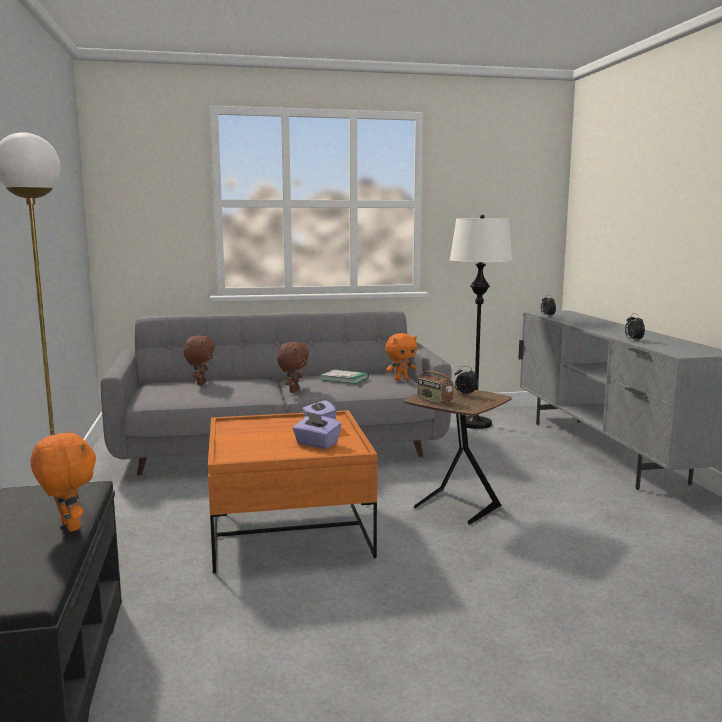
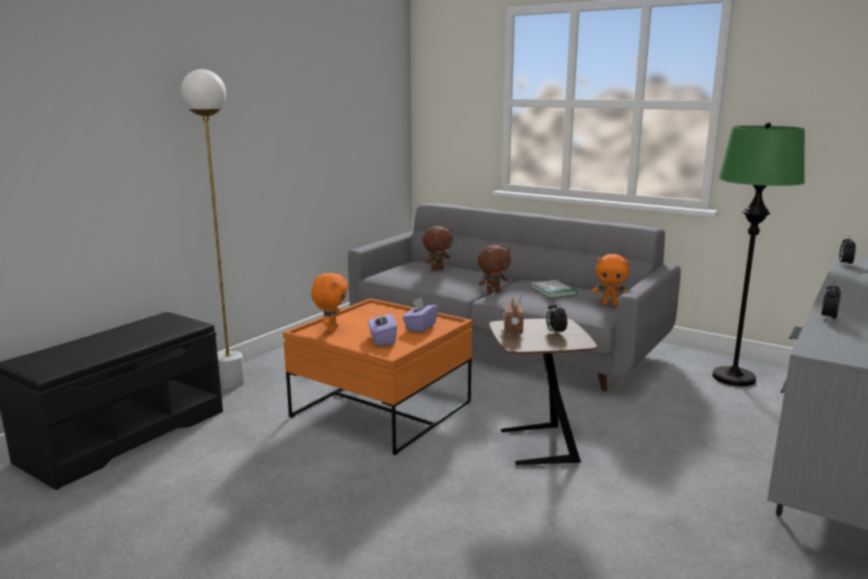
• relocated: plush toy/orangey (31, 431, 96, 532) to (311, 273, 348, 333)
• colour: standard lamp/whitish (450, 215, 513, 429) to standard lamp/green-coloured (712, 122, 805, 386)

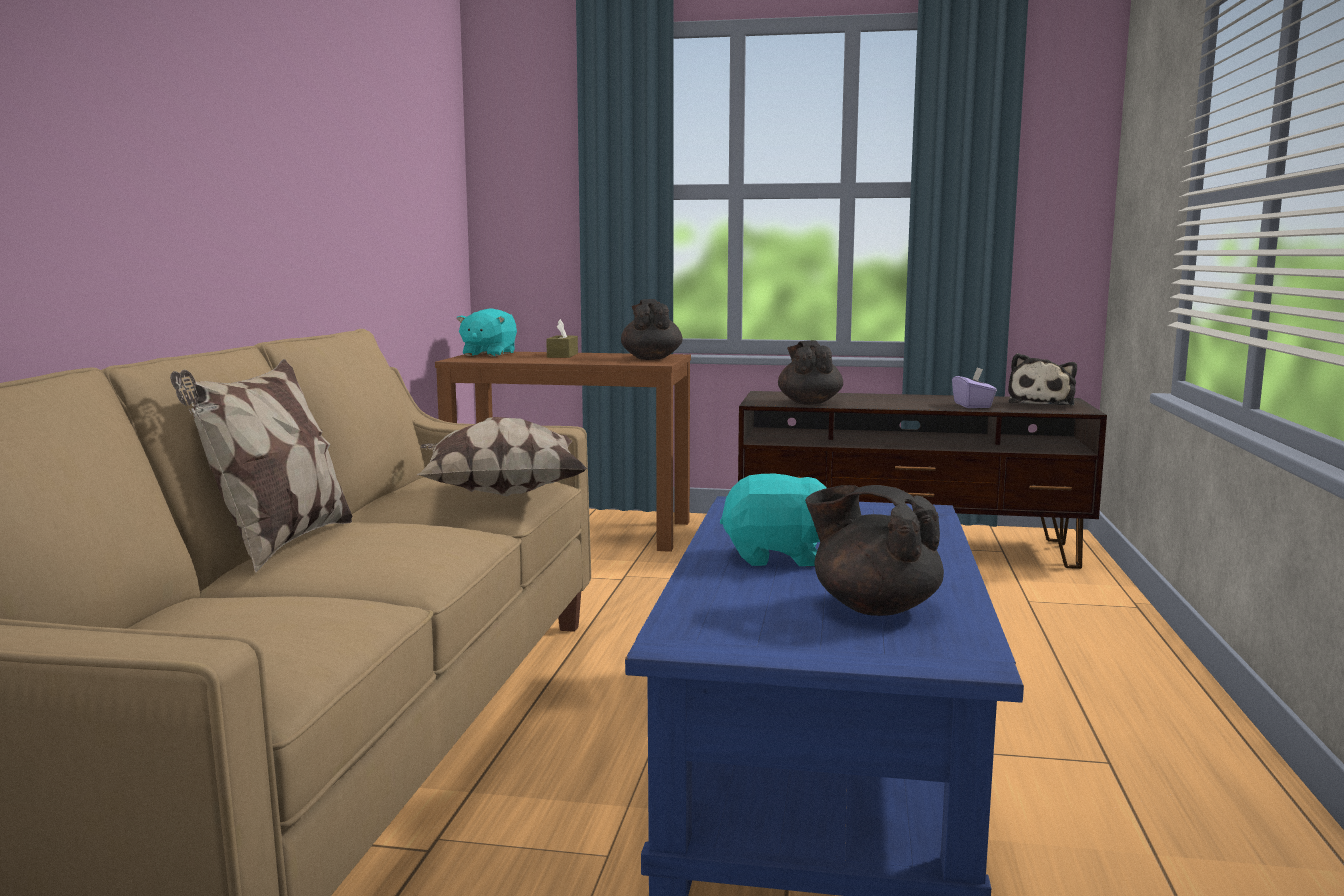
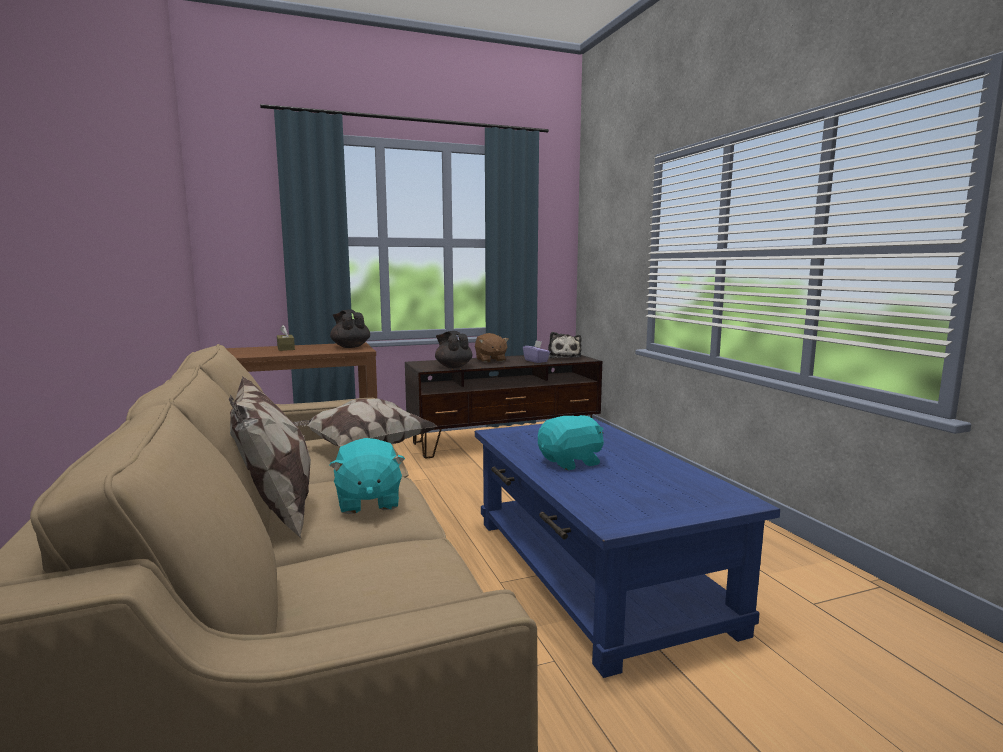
• relocated: plush toy/turquoise (456, 308, 517, 357) to (329, 438, 405, 514)
• appeared: plush toy/brown (475, 333, 509, 363)
• missing: teapot/black (805, 485, 944, 616)

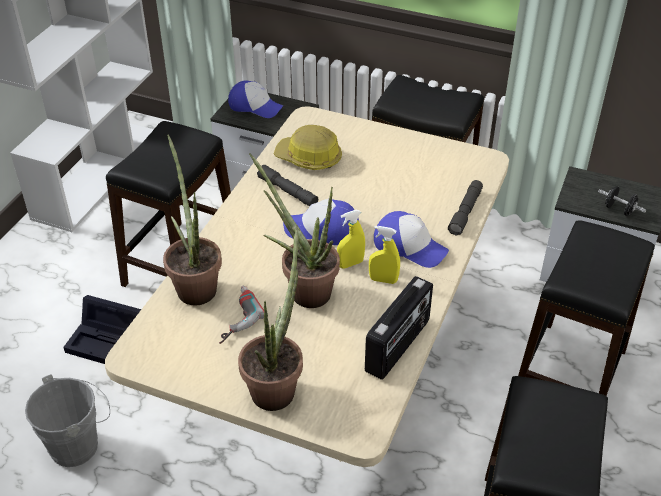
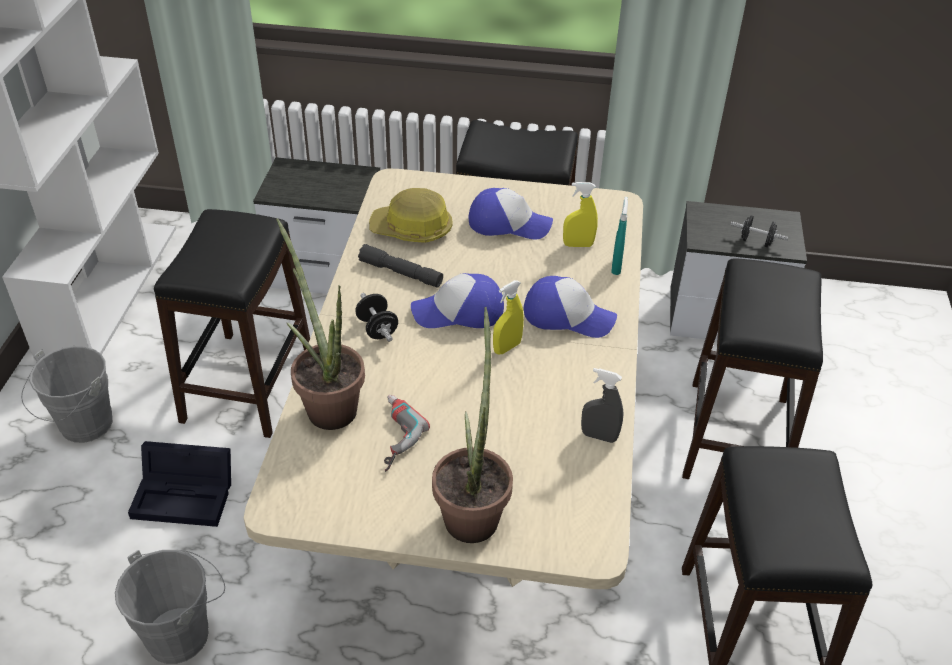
• appeared: bucket/greyish (21, 346, 113, 443)
• appeared: hand weight/black (355, 293, 398, 342)
• relocated: baseball cap (228, 81, 283, 118) to (469, 188, 553, 239)
• relocated: hand sprayer/yellow (369, 226, 400, 284) to (563, 182, 598, 247)
• exchanged: radio receiver (365, 276, 433, 380) to hand sprayer/greyish (581, 368, 623, 443)
• exchanged: torch/greyish (448, 180, 483, 236) to hand sprayer/turquoise (611, 197, 628, 275)
• missing: plant in a pot (249, 153, 340, 308)

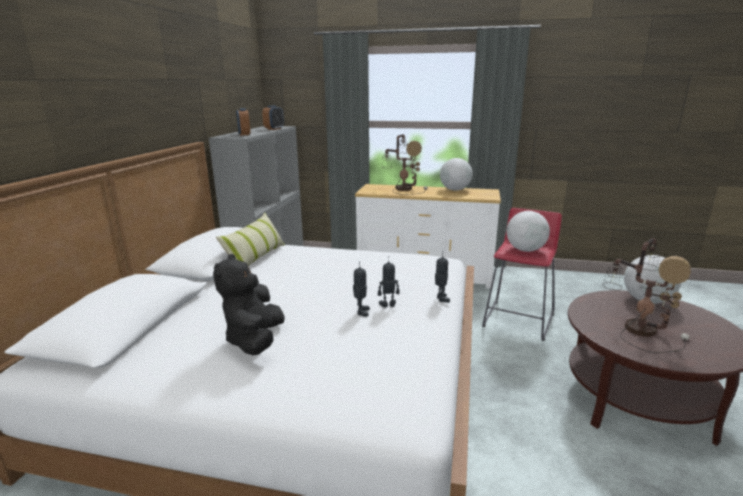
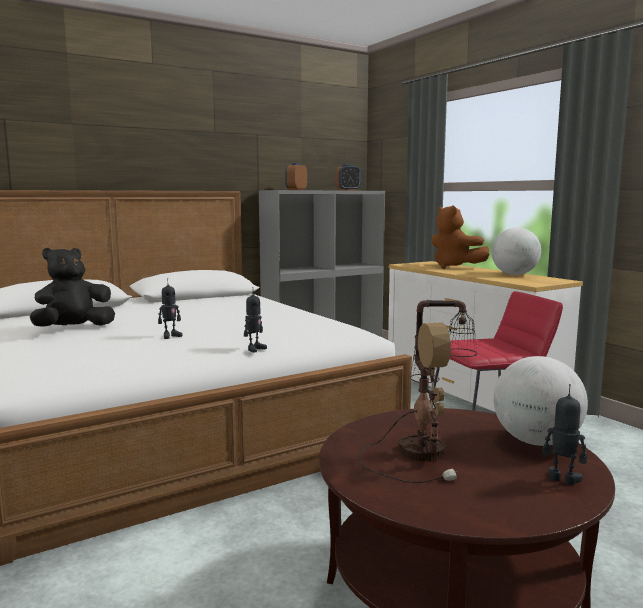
• exchanged: table lamp (381, 134, 428, 195) to plush toy/brown (431, 205, 489, 269)
• relocated: toy robot (378, 261, 400, 307) to (542, 384, 587, 485)
• missing: pillow (216, 213, 285, 266)
• missing: globe (507, 211, 550, 252)

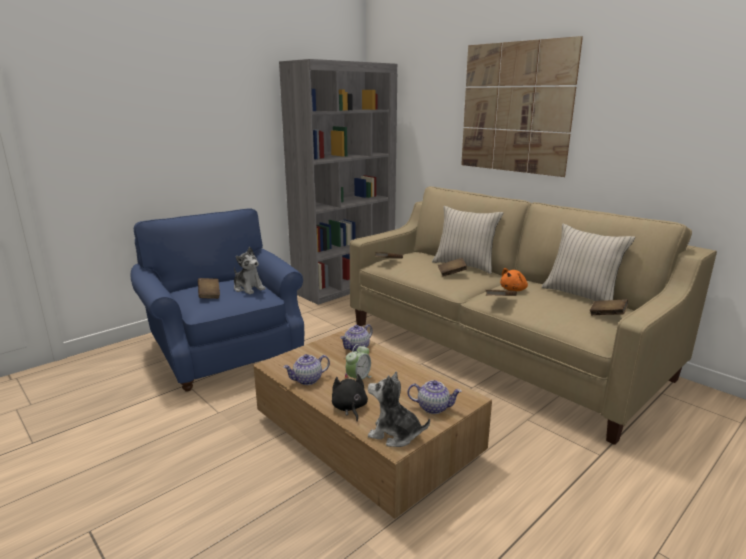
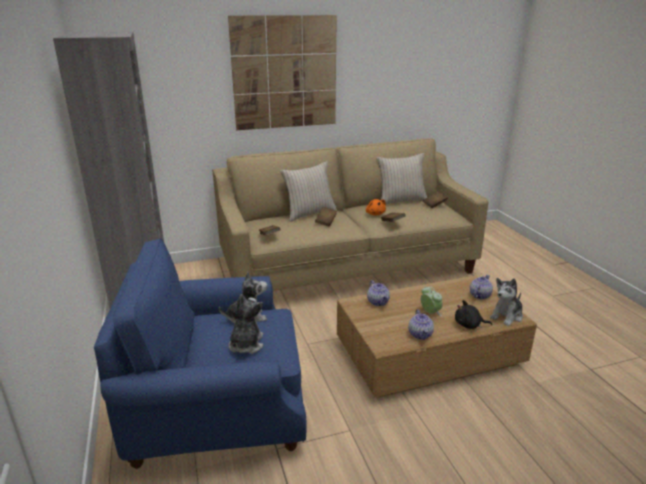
• exchanged: bound book/brown (198, 278, 220, 299) to plush toy (229, 294, 263, 354)

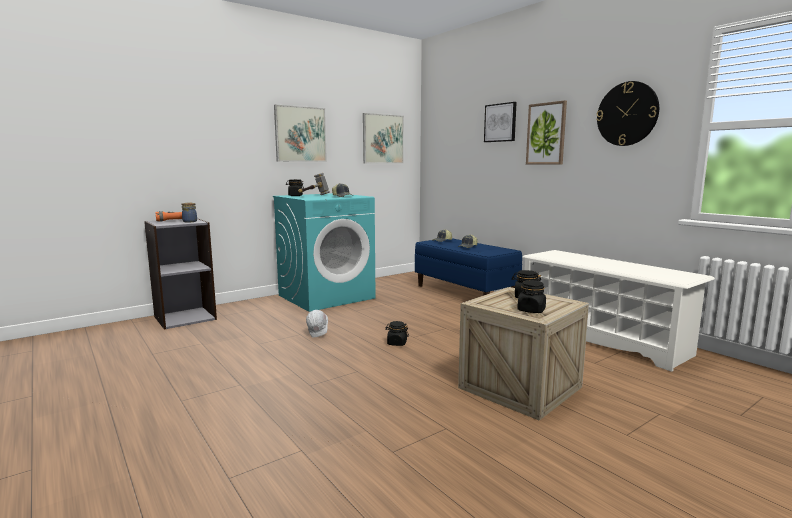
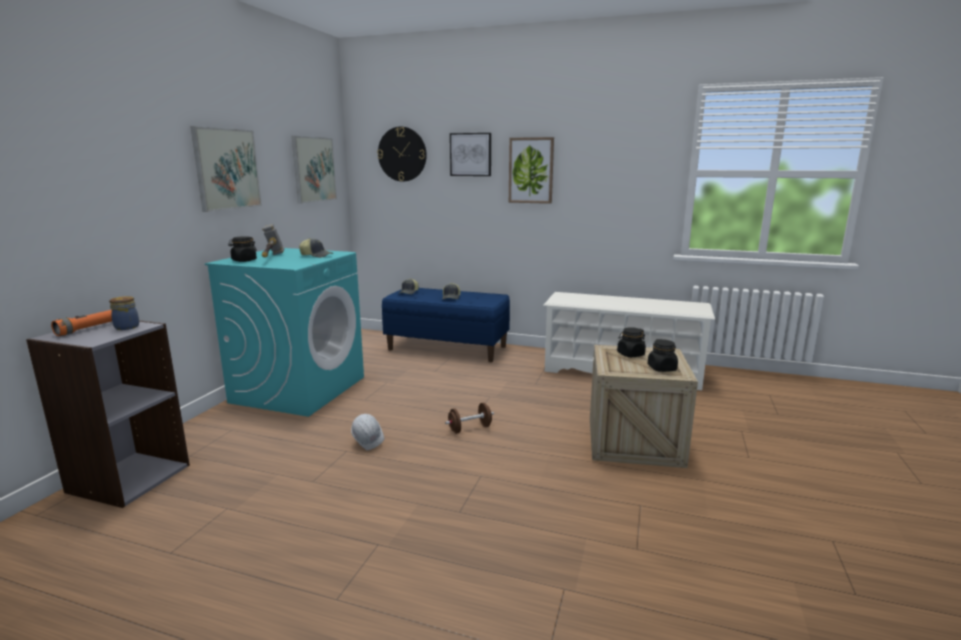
• relocated: clock on the wall (596, 81, 659, 146) to (377, 127, 427, 182)
• exchanged: jar/black (385, 321, 409, 346) to hand weight/brown (445, 403, 494, 434)

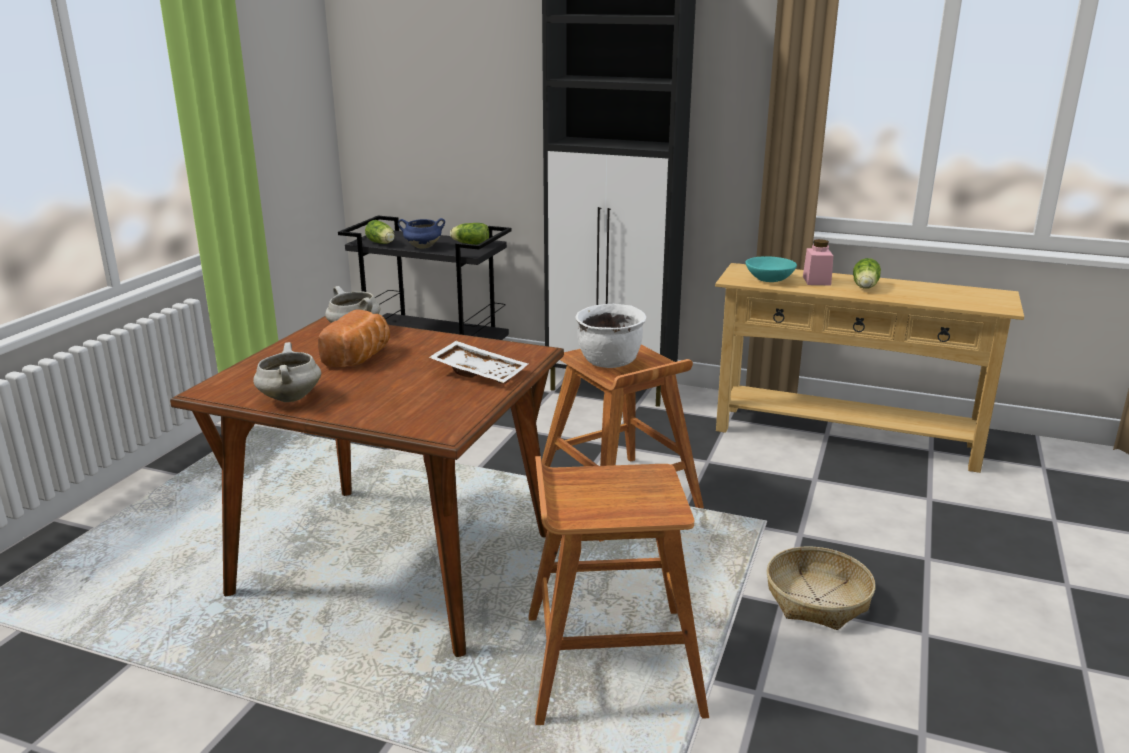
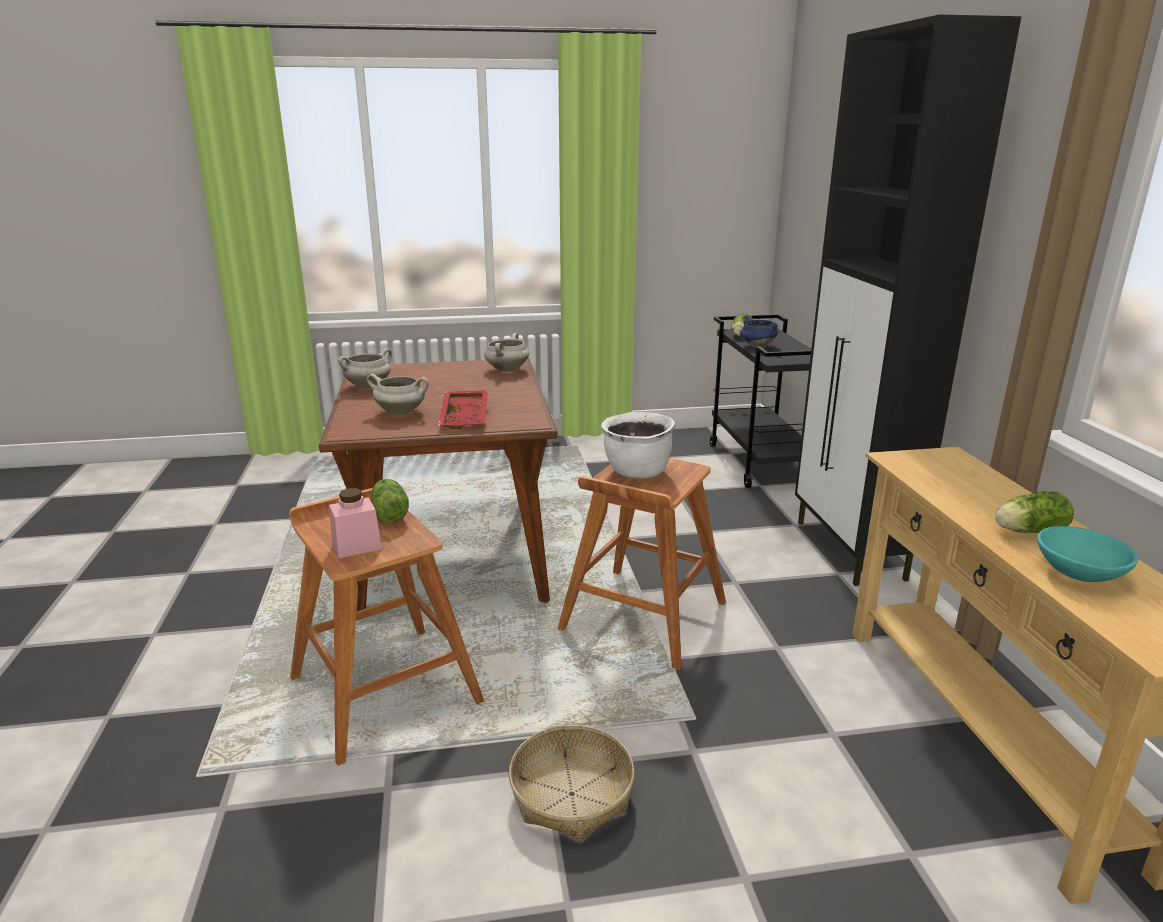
• relocated: jar/pink (803, 239, 833, 285) to (329, 488, 382, 558)
• appeared: cooking pot/whitish (367, 374, 429, 415)
• relocated: head of lettuce (450, 223, 489, 245) to (371, 479, 409, 523)
• colour: tray/whitish (428, 341, 528, 384) to tray/red-coloured (438, 390, 488, 430)
• relocated: serving bowl/turquoise (745, 256, 797, 282) to (1037, 526, 1138, 582)
• missing: bakery bread (318, 309, 390, 367)

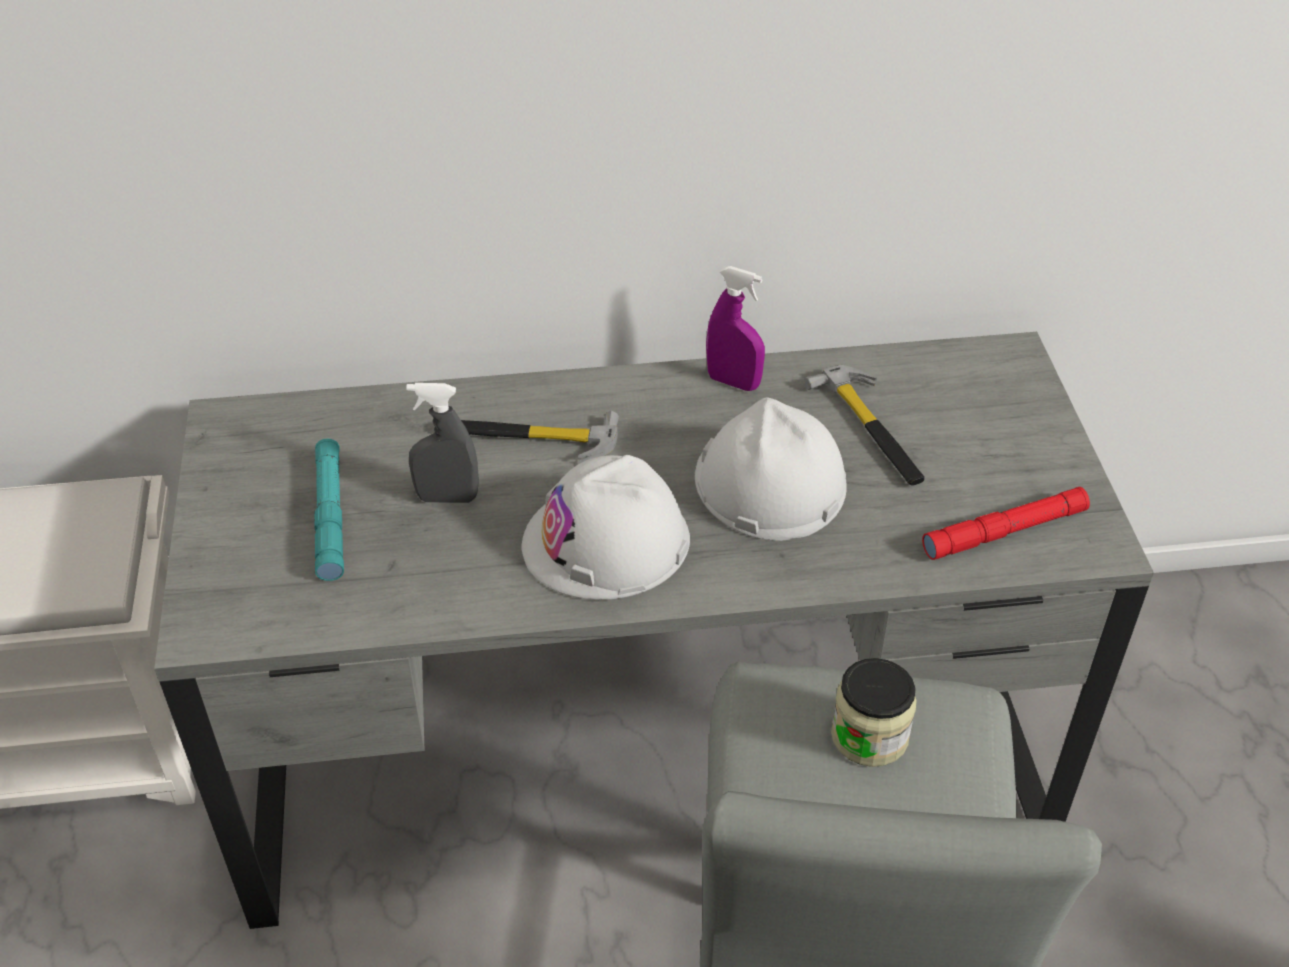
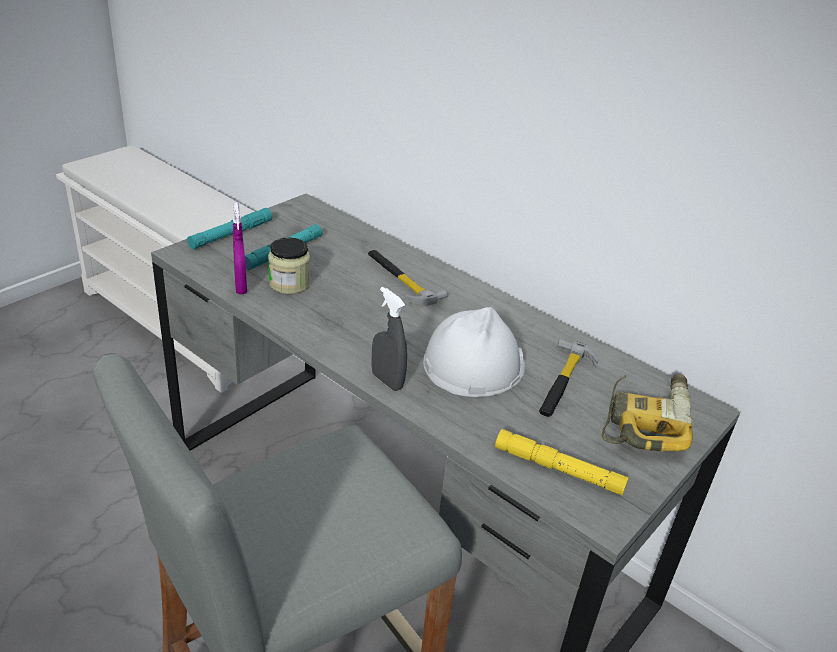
• appeared: torch/turquoise (187, 208, 272, 249)
• relocated: hand sprayer/purplish (706, 266, 765, 391) to (233, 203, 247, 294)
• relocated: jar (831, 658, 917, 767) to (268, 237, 310, 294)
• relocated: hand sprayer/greyish (406, 383, 479, 503) to (371, 287, 407, 391)
• colour: torch/red-coloured (922, 487, 1090, 560) to torch/yellow (495, 429, 629, 496)
• appeared: power drill (602, 374, 693, 452)
• missing: hard hat/whitish (521, 455, 690, 600)

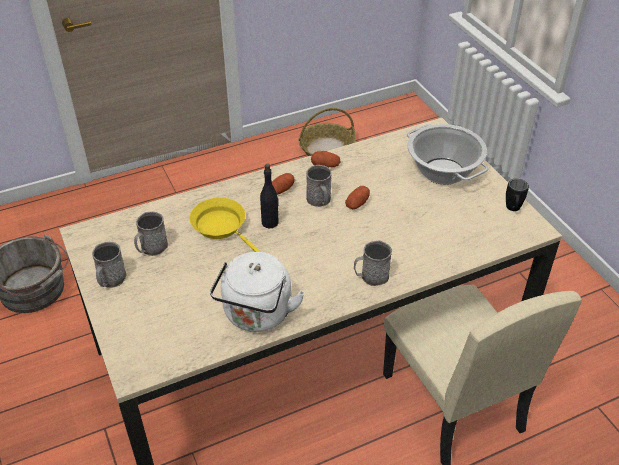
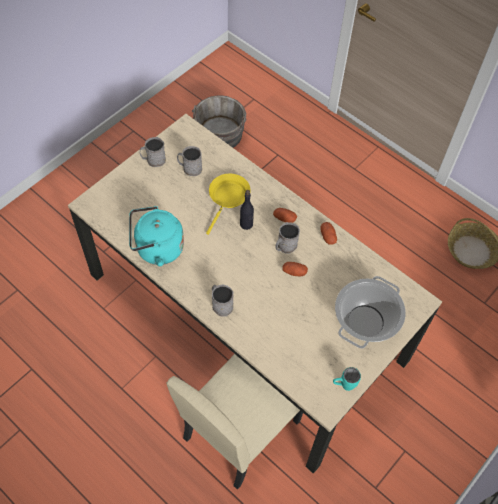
• colour: kettle/whitish (210, 252, 305, 332) to kettle/turquoise (129, 206, 184, 266)
• colour: coffee mug/black (506, 178, 529, 211) to coffee mug/turquoise (333, 367, 361, 391)

